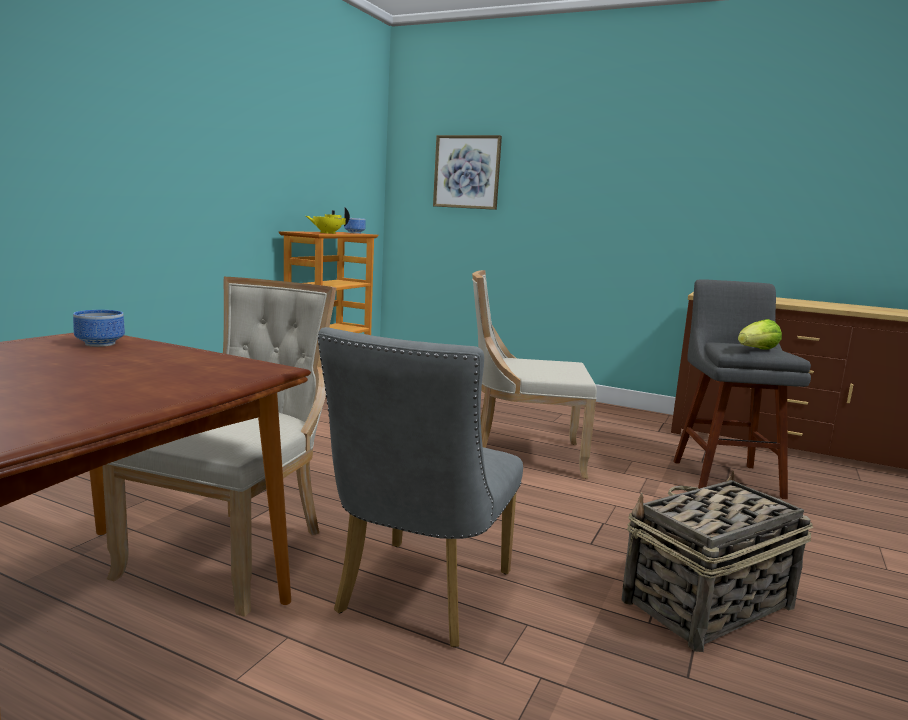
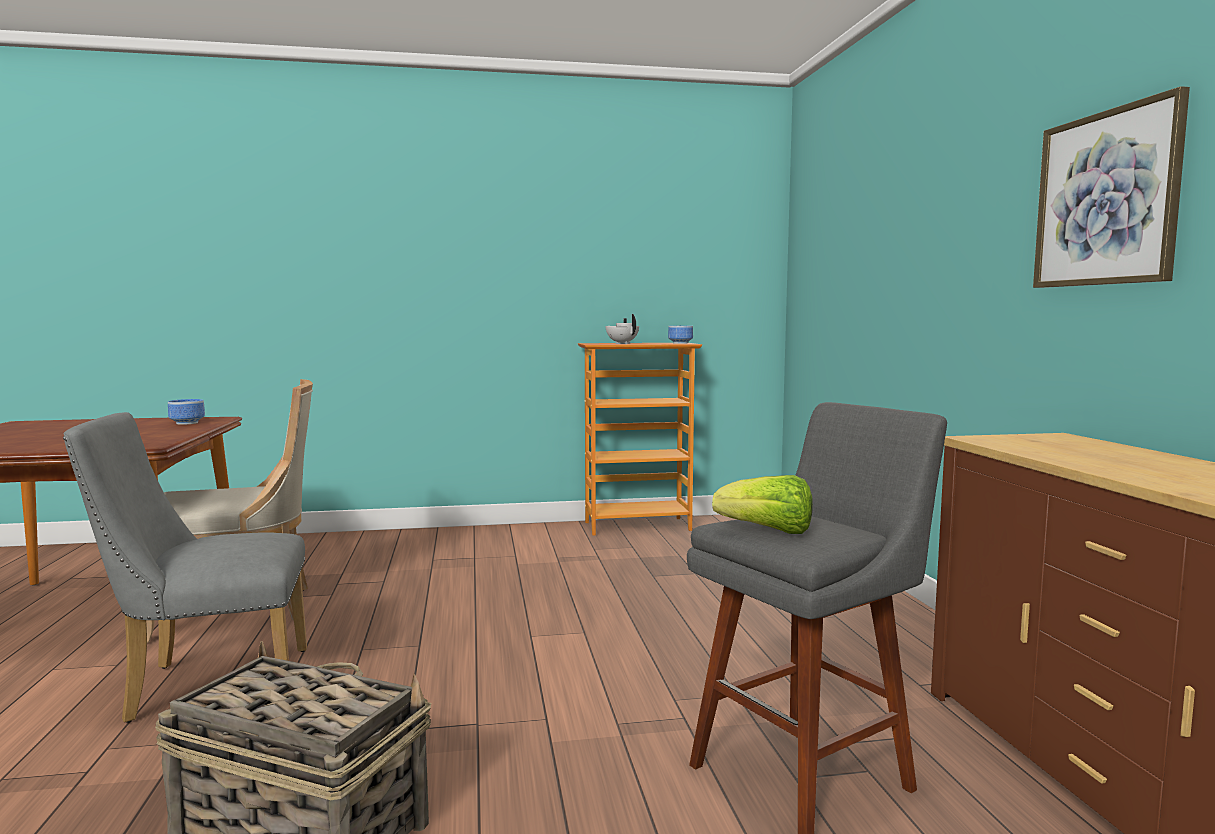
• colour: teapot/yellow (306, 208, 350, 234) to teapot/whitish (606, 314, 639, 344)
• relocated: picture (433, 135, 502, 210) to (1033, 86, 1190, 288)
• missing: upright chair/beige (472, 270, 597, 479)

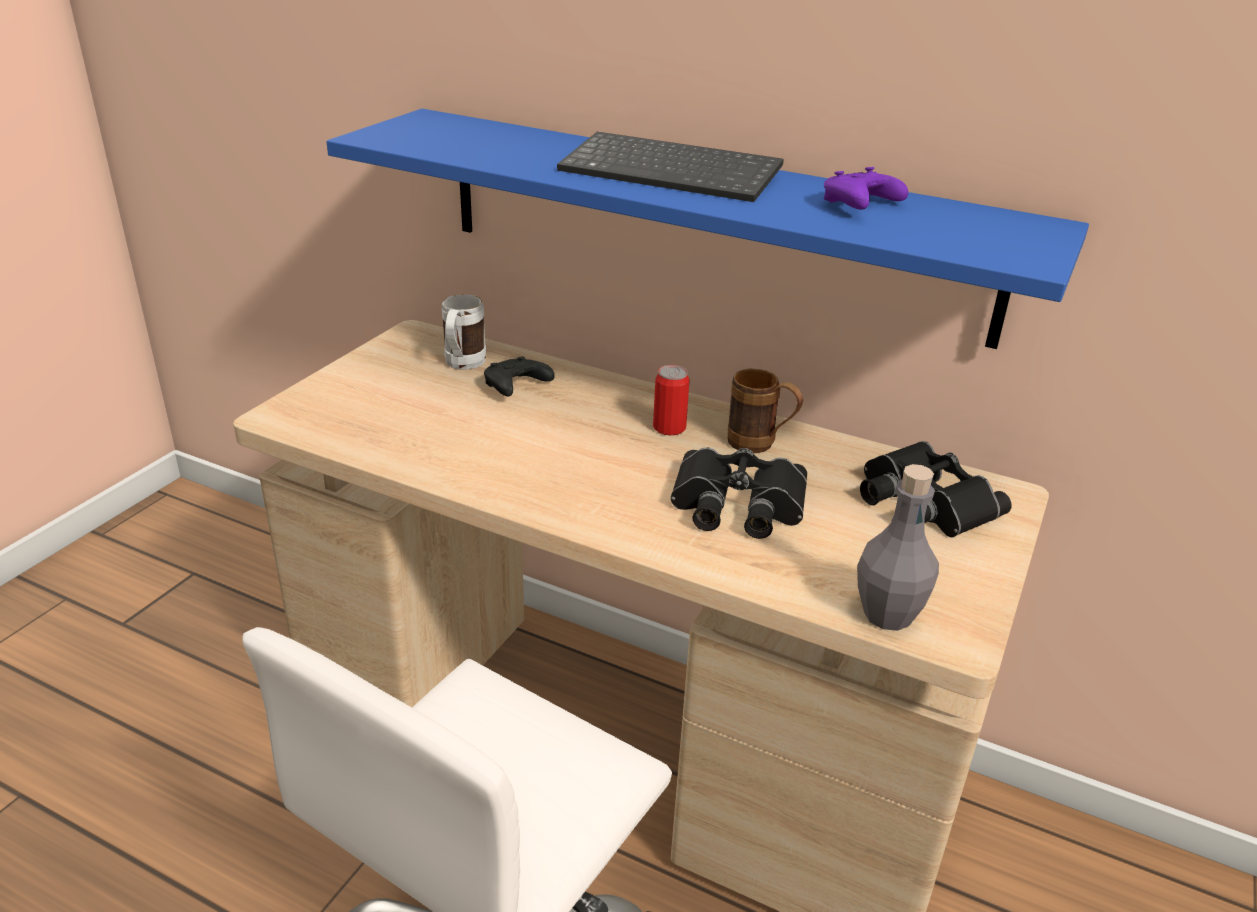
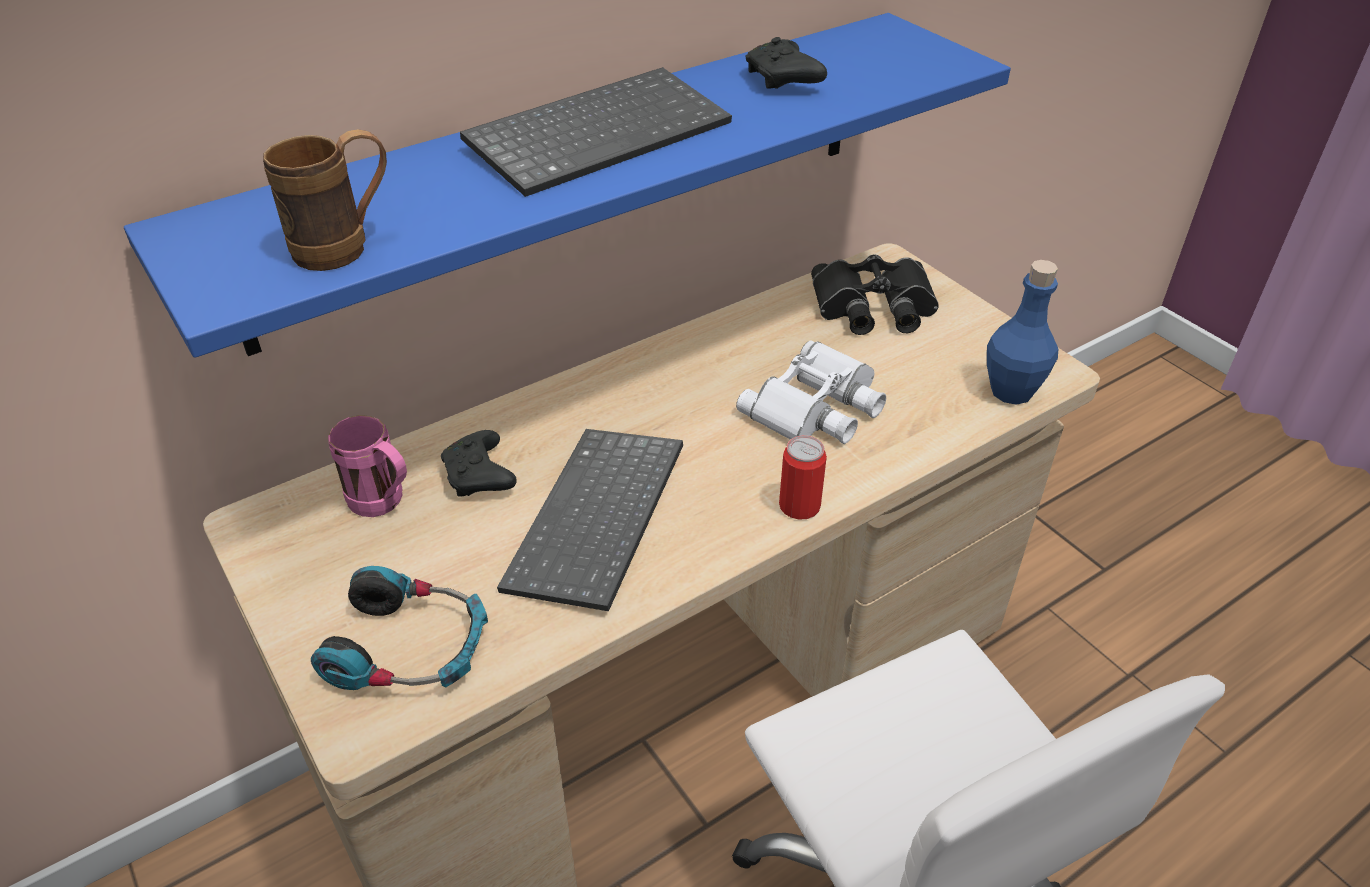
• relocated: coffee mug/brown (727, 369, 803, 453) to (263, 129, 387, 271)
• appeared: headphones (311, 566, 488, 690)
• colour: coffee mug/whitish (442, 294, 486, 369) to coffee mug/pink (328, 415, 407, 517)
• appeared: keyboard (497, 429, 683, 611)
• colour: field glasses/black (671, 447, 807, 539) to field glasses/whitish (736, 340, 886, 444)
• colour: game controller/purplish (824, 167, 908, 210) to game controller/black (746, 37, 827, 89)
• relocated: can (653, 365, 690, 435) to (779, 435, 827, 520)
• colour: drink bottle/greyish (857, 464, 939, 631) to drink bottle/bluish (987, 260, 1058, 405)

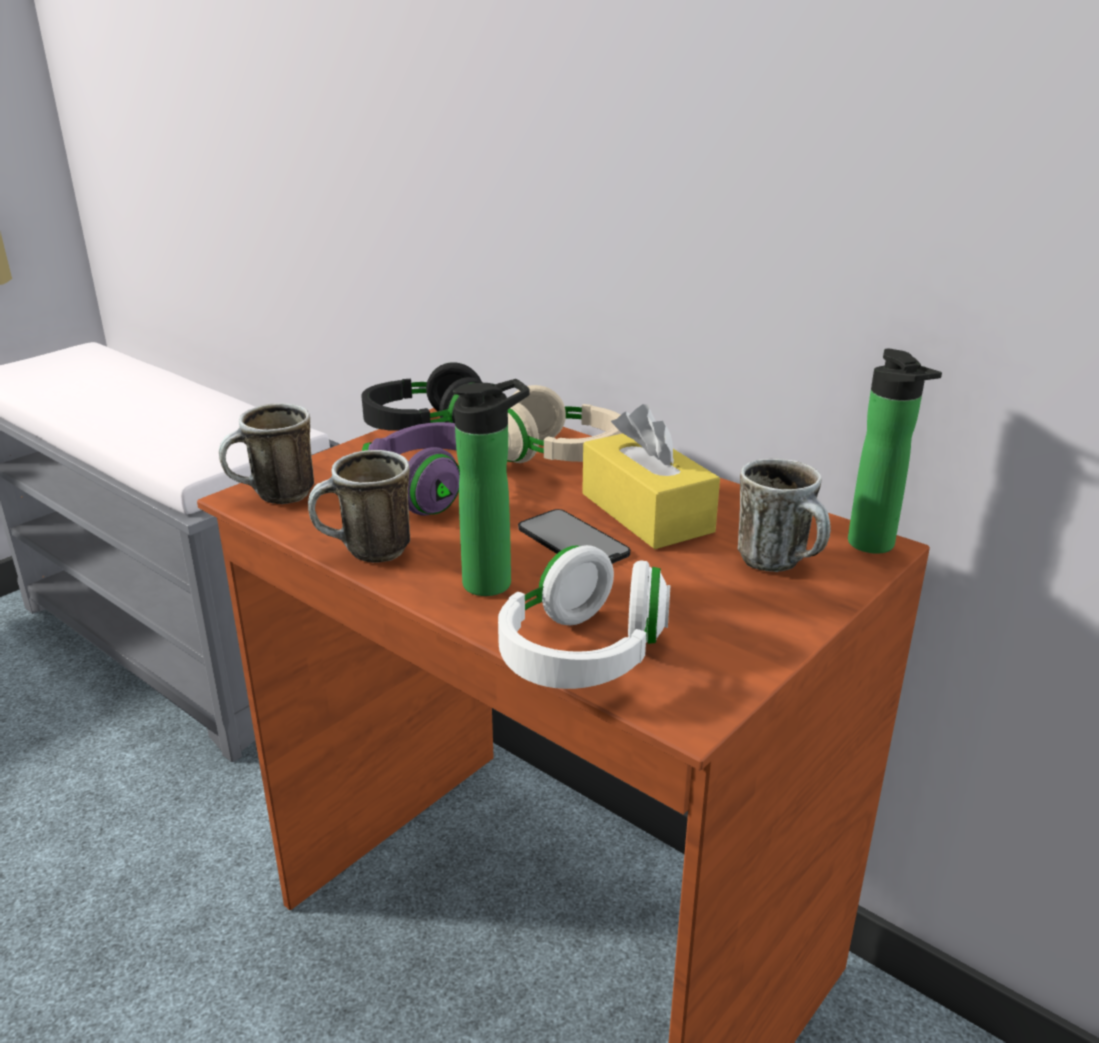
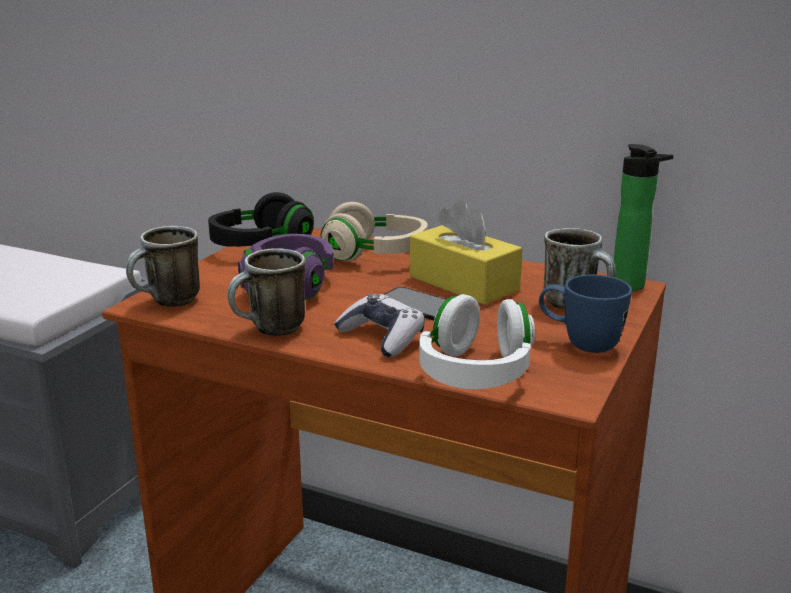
• exchanged: drink bottle (453, 379, 530, 596) to game controller (334, 294, 425, 357)
• appeared: coffee mug/bluish (539, 275, 632, 353)

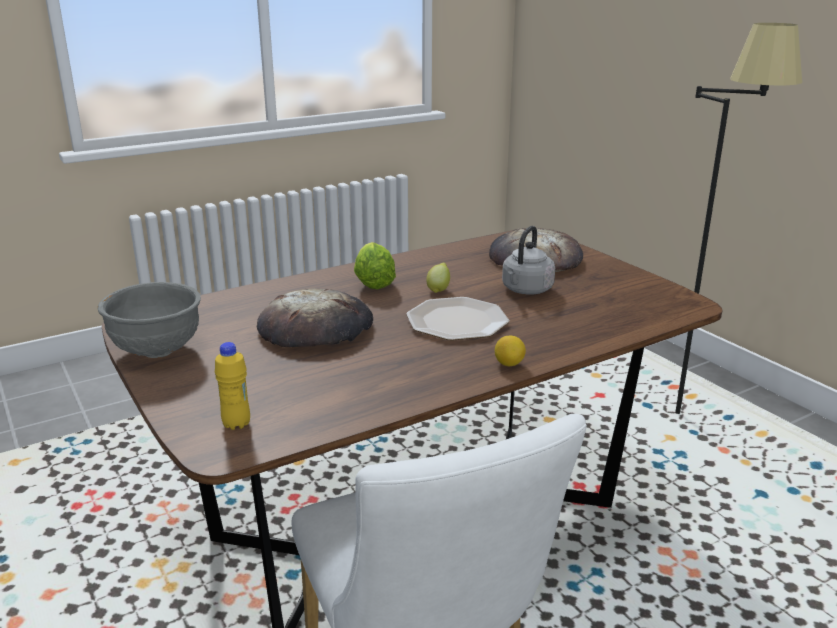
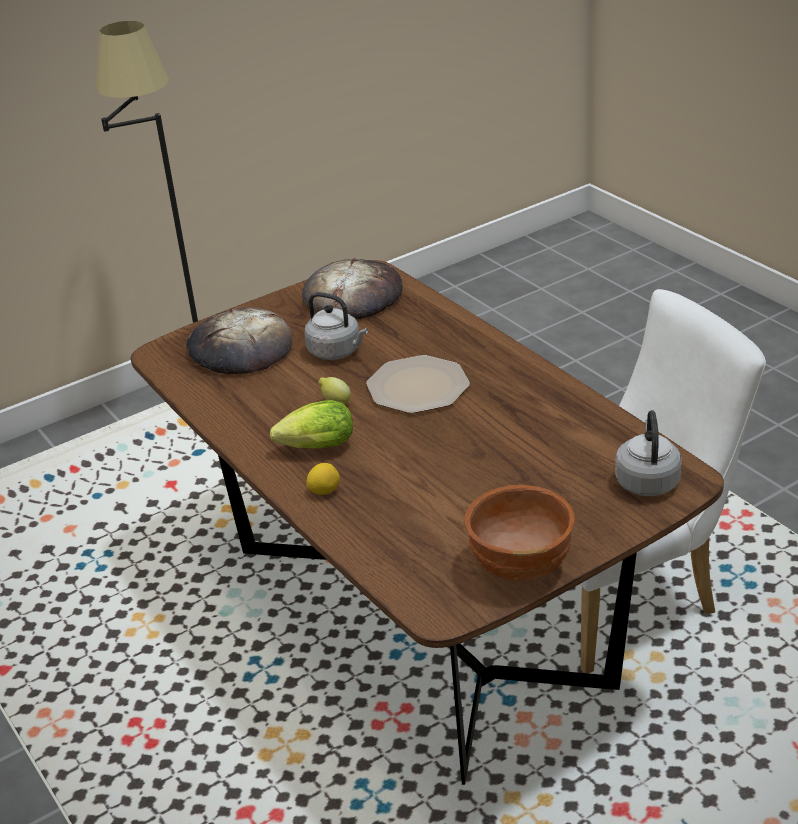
• relocated: bakery bread (257, 289, 373, 347) to (302, 258, 403, 319)
• relocated: lemon (495, 336, 526, 366) to (307, 463, 340, 495)
• colour: serving bowl/greyish (98, 282, 201, 358) to serving bowl/brown (464, 485, 575, 582)
• exchanged: drink bottle/yellow (215, 342, 250, 430) to kettle/greyish (615, 410, 682, 496)

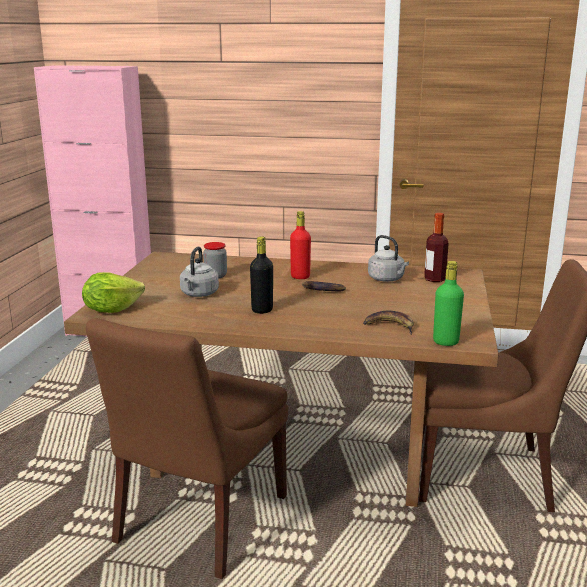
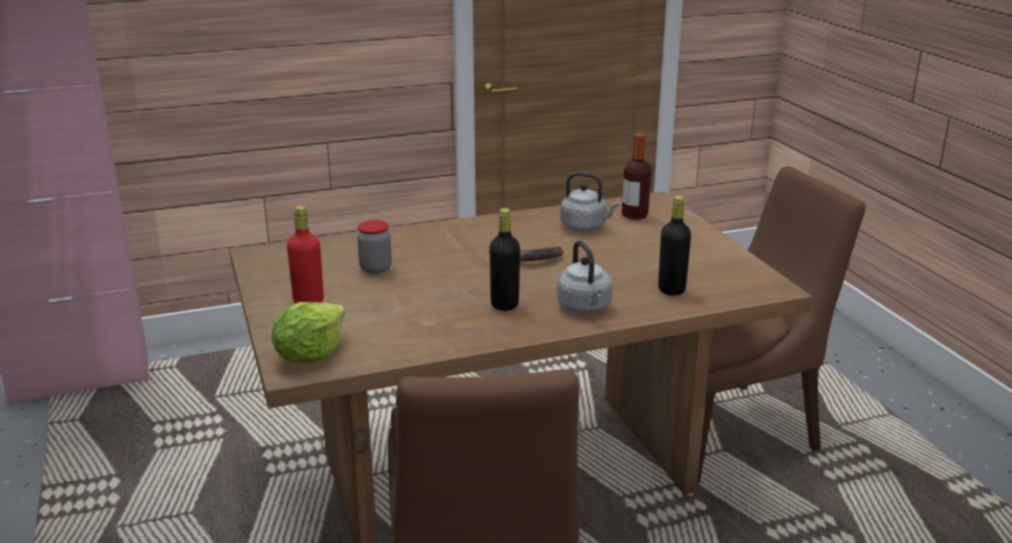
• relocated: drink bottle/red-coloured (290, 211, 311, 279) to (287, 206, 324, 303)
• relocated: kettle/greyish (180, 247, 219, 297) to (557, 240, 613, 313)
• exchanged: banana (363, 311, 414, 335) to drink bottle/black (658, 195, 691, 295)
• missing: drink bottle/green-coloured (433, 261, 464, 346)

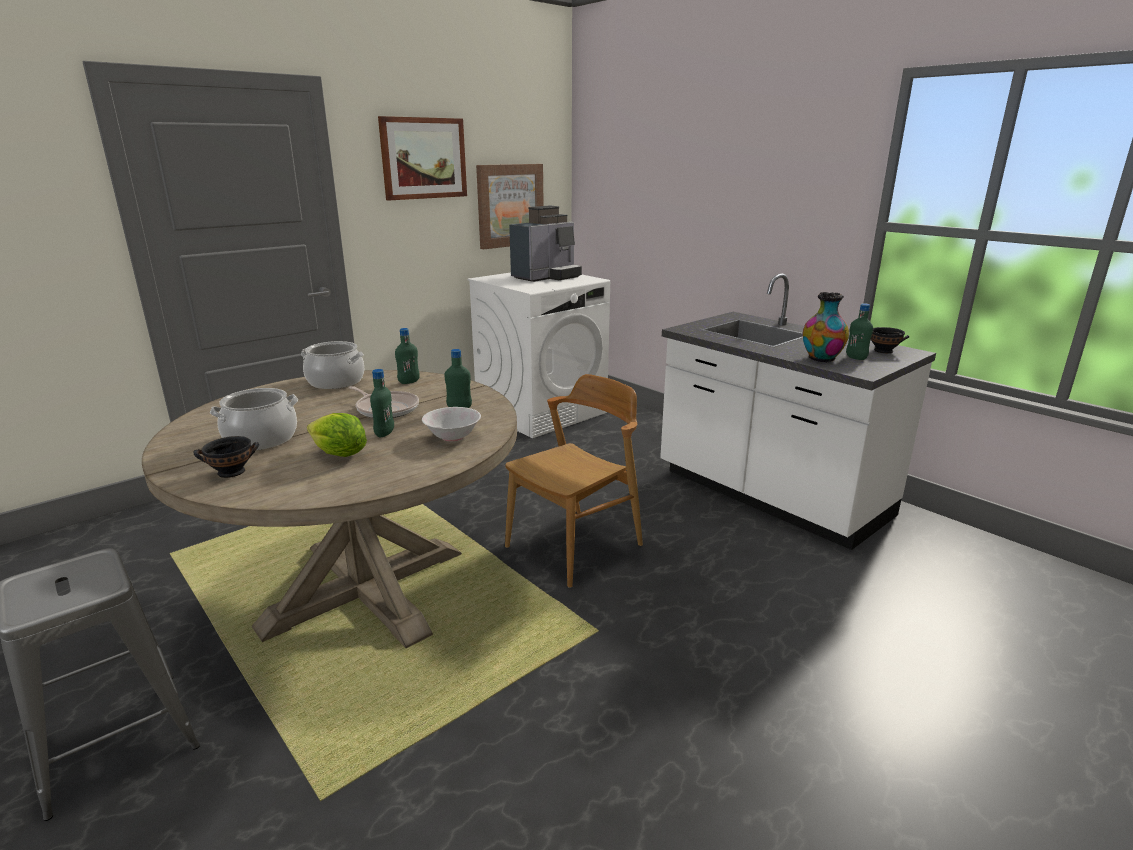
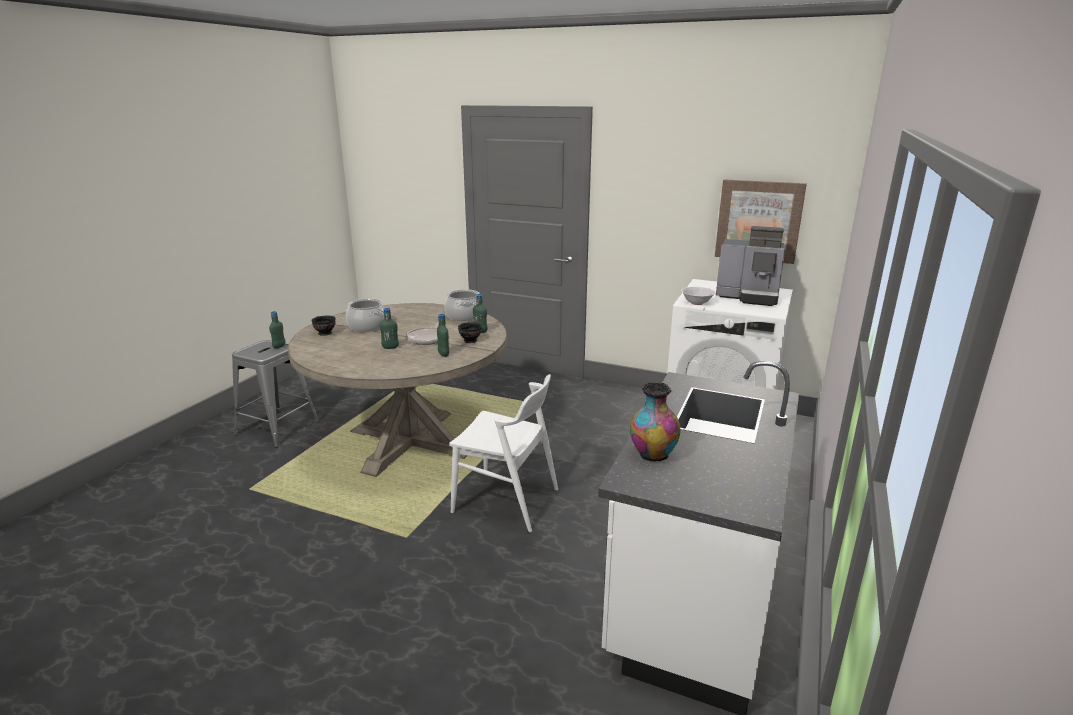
• relocated: drink bottle/green-coloured (846, 303, 873, 360) to (269, 311, 285, 349)
• colour: upright chair/brown (505, 374, 643, 588) to upright chair/whitish (449, 374, 558, 532)
• relocated: serving bowl/black (871, 327, 909, 353) to (458, 322, 482, 343)
• relocated: serving bowl/whitish (422, 407, 481, 441) to (681, 287, 715, 305)
• missing: head of lettuce (307, 413, 367, 457)
• missing: picture (378, 116, 467, 200)

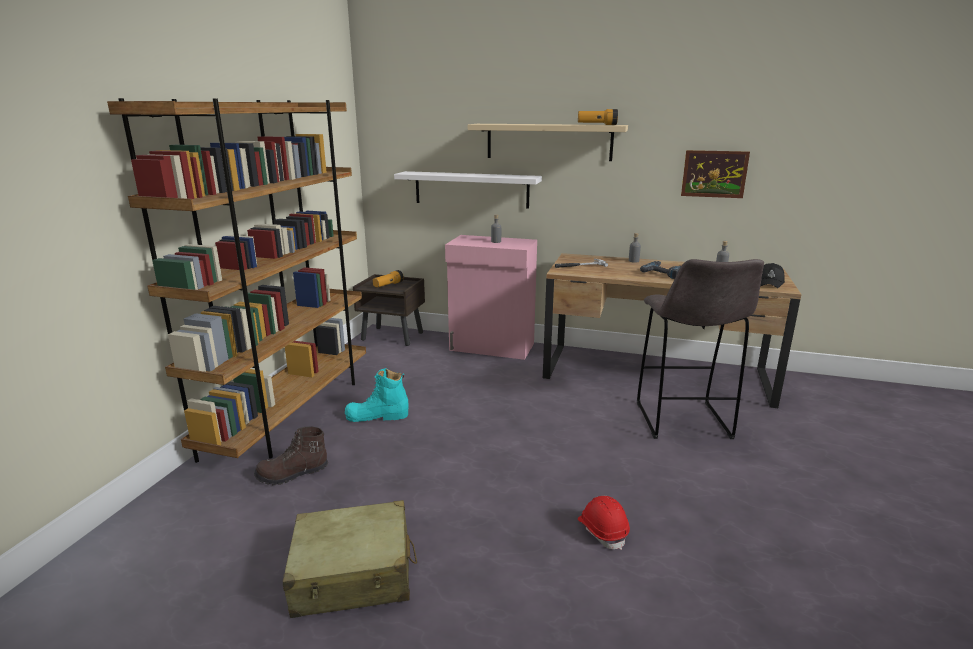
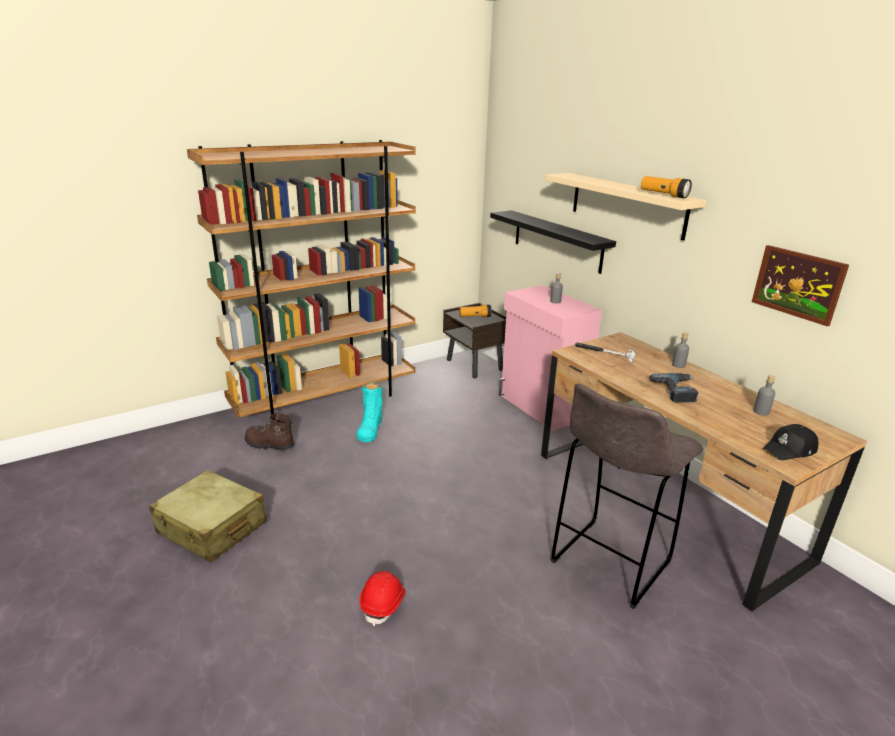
• spun: tall boot/turquoise (345, 368, 409, 422) = (356, 382, 383, 442) 120 degrees counterclockwise
• colour: wall shelf/whitish (394, 171, 542, 209) to wall shelf/black (490, 210, 616, 274)

